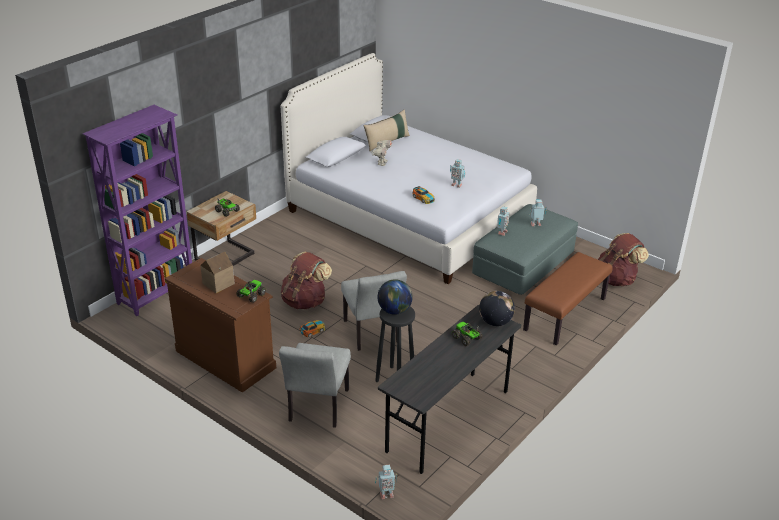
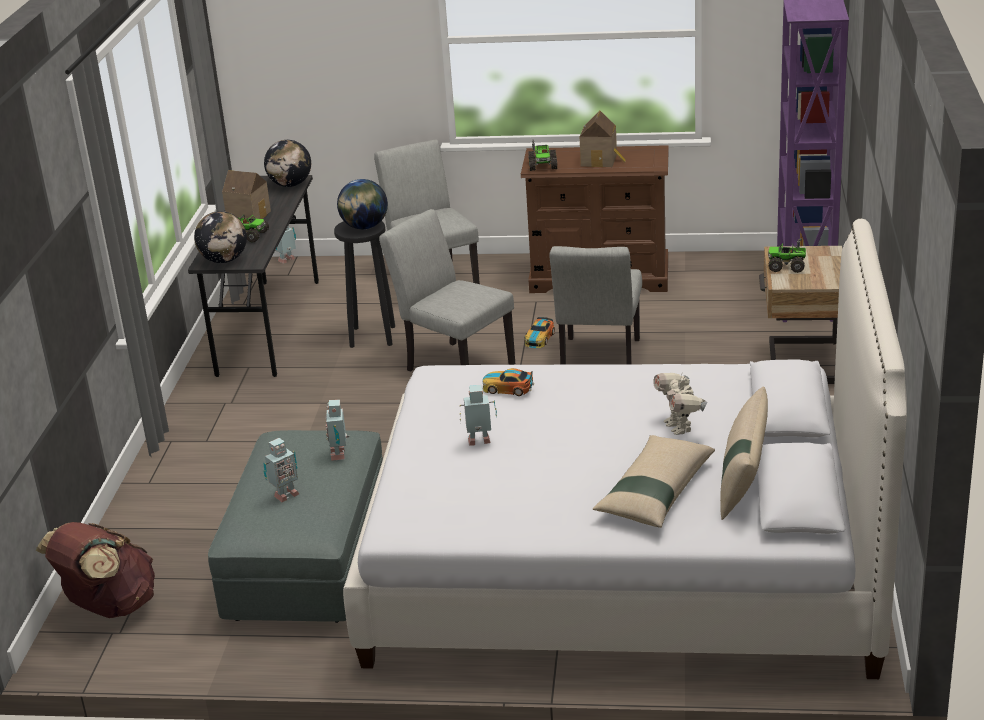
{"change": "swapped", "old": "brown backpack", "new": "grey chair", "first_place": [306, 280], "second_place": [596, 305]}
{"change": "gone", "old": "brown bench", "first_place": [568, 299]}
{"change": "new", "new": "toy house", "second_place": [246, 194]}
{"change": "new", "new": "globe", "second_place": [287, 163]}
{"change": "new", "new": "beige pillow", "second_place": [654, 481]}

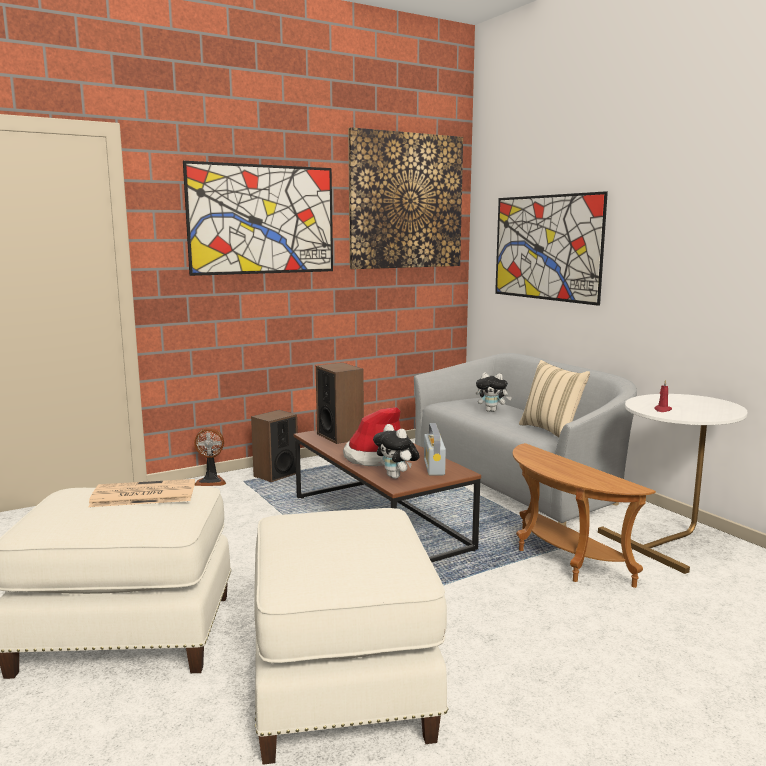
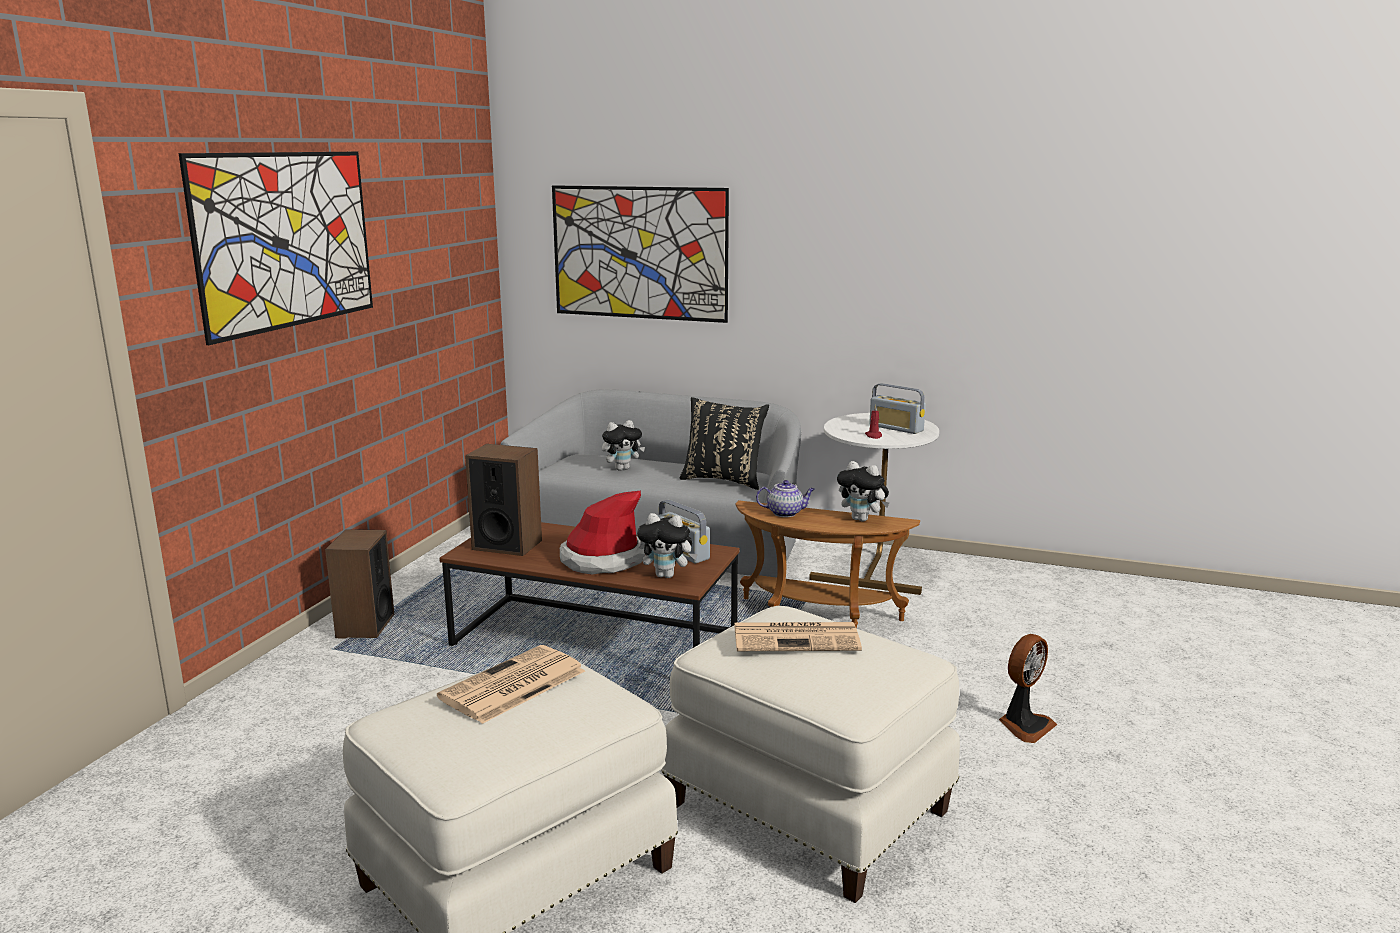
{"change": "shifted", "old": "fan", "first_place": [210, 457], "second_place": [1028, 688]}
{"change": "gone", "old": "picture", "first_place": [405, 198]}
{"change": "repainted", "old": "beige pillow", "new": "black pillow", "first_place": [554, 398], "second_place": [724, 443]}
{"change": "new", "new": "newspaper", "second_place": [798, 636]}
{"change": "new", "new": "teapot", "second_place": [785, 498]}
{"change": "new", "new": "plush toy", "second_place": [863, 491]}
{"change": "new", "new": "radio", "second_place": [897, 408]}

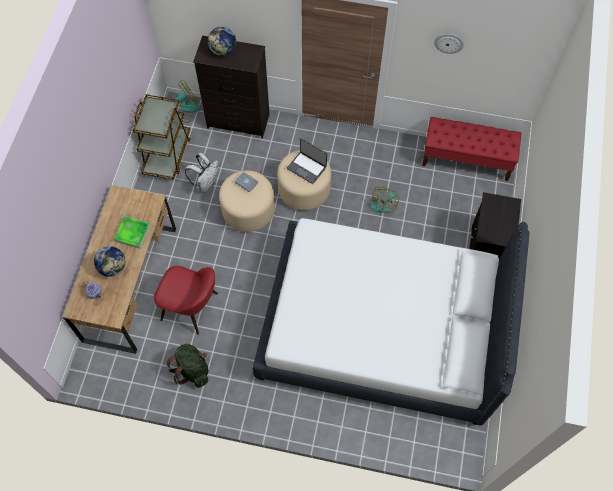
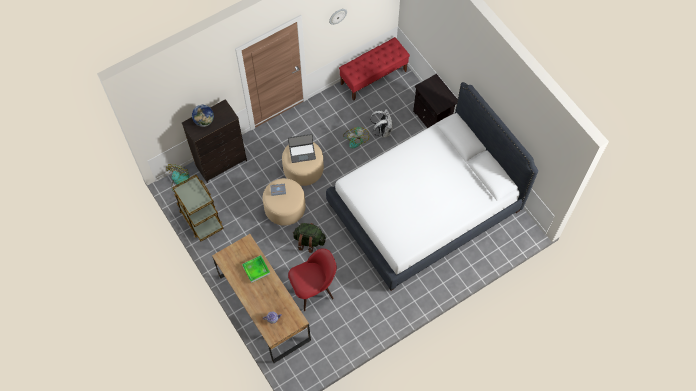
{"change": "gone", "old": "globe", "first_place": [109, 261]}
{"change": "shifted", "old": "green backpack", "first_place": [187, 366], "second_place": [309, 238]}
{"change": "shifted", "old": "white backpack", "first_place": [201, 173], "second_place": [381, 123]}

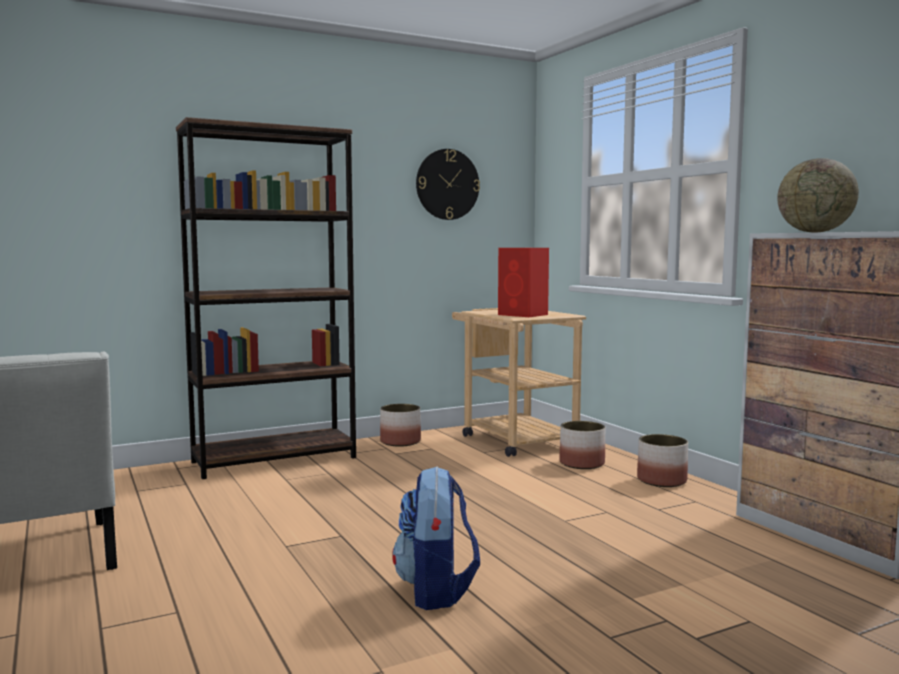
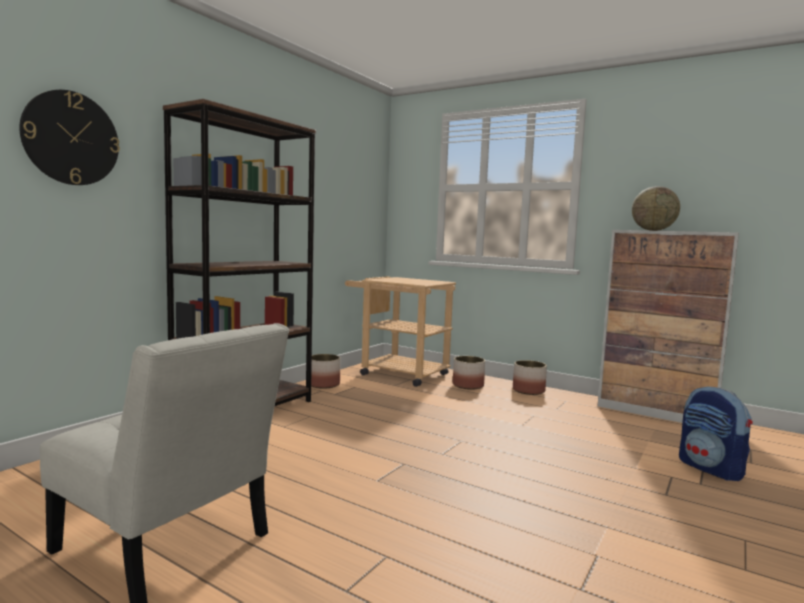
{"change": "shifted", "old": "backpack", "first_place": [436, 538], "second_place": [716, 433]}
{"change": "shifted", "old": "wall clock", "first_place": [448, 184], "second_place": [69, 137]}
{"change": "gone", "old": "red speaker", "first_place": [523, 282]}

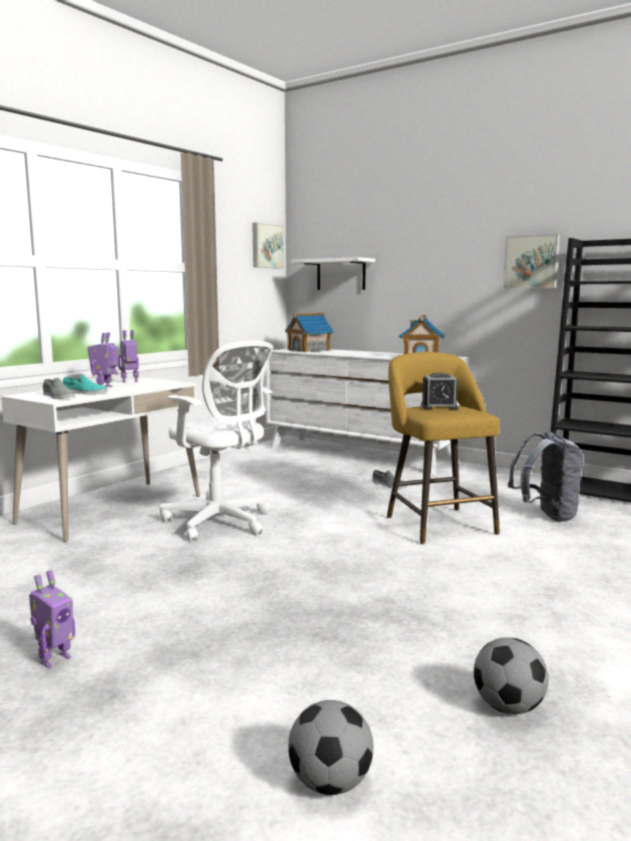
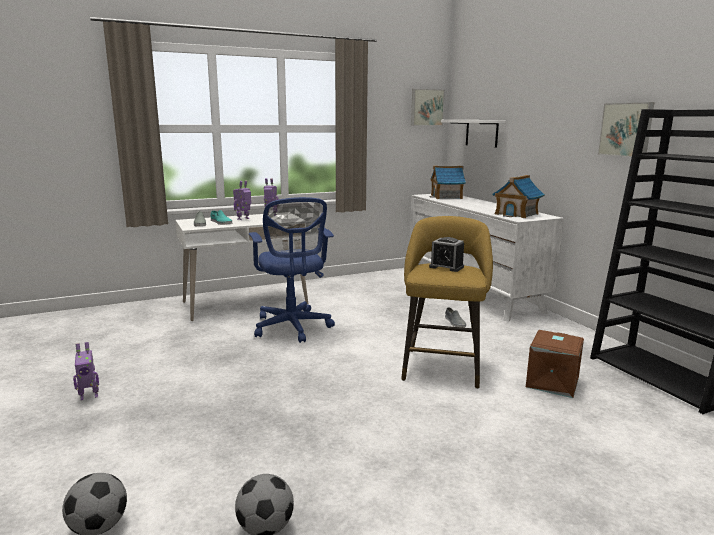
{"change": "repainted", "old": "white office chair", "new": "blue office chair", "first_place": [216, 441], "second_place": [292, 270]}
{"change": "swapped", "old": "grey backpack", "new": "brown storage box", "first_place": [546, 476], "second_place": [555, 364]}

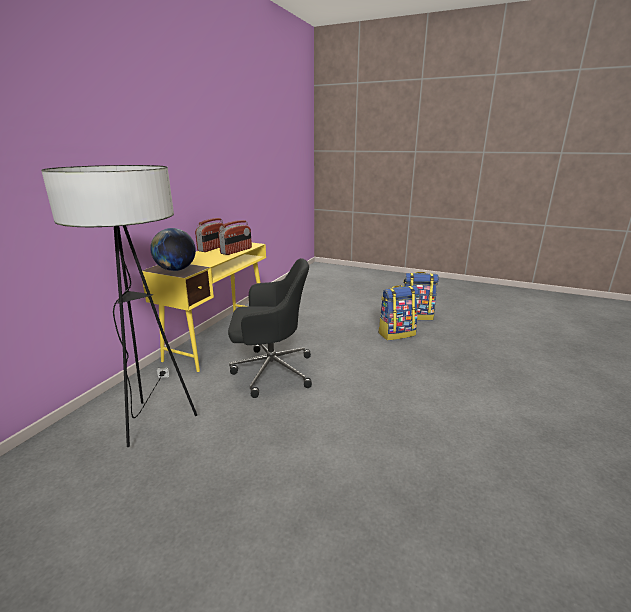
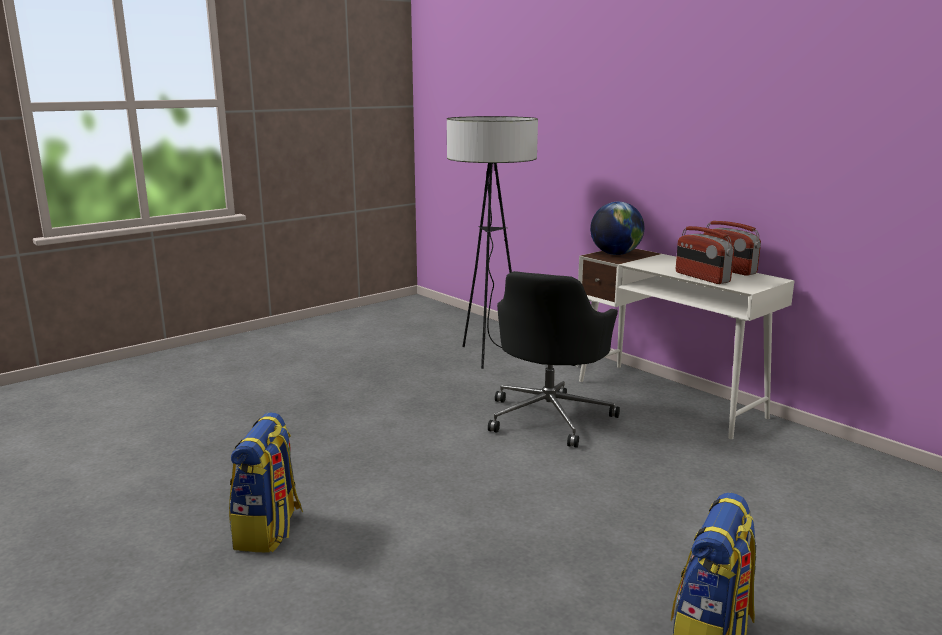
{"change": "repainted", "old": "yellow desk", "new": "white desk", "first_place": [204, 307], "second_place": [686, 343]}
{"change": "shifted", "old": "backpack", "first_place": [398, 312], "second_place": [266, 482]}

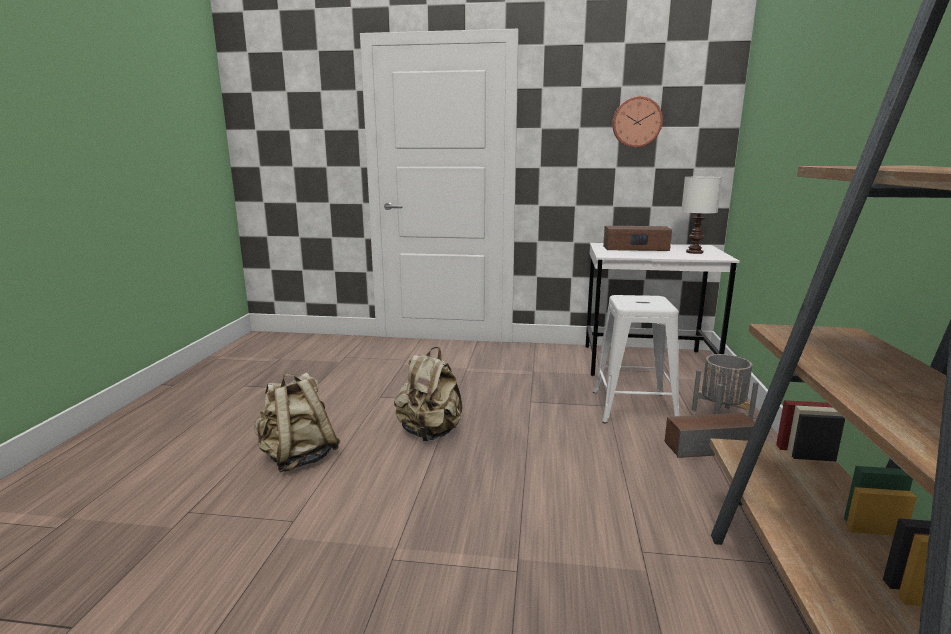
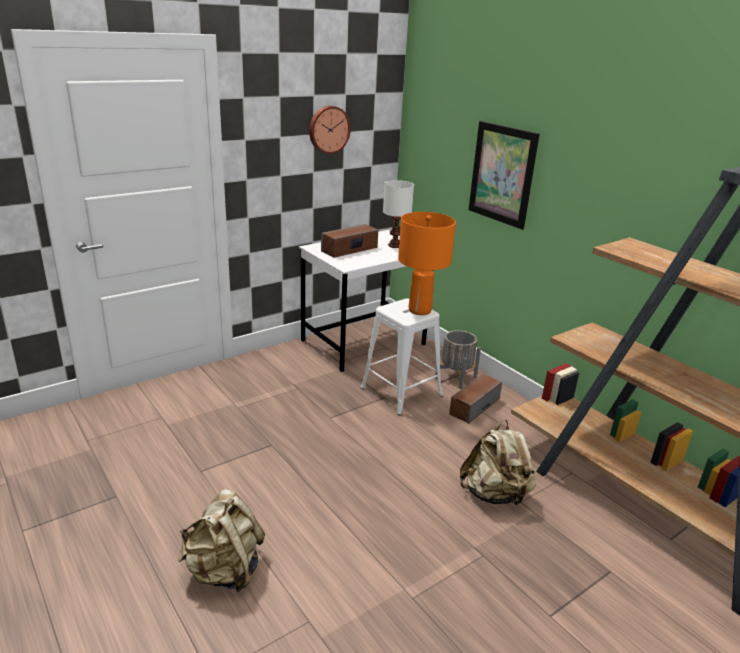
{"change": "shifted", "old": "beige backpack", "first_place": [428, 394], "second_place": [498, 462]}
{"change": "new", "new": "orange table lamp", "second_place": [427, 263]}
{"change": "new", "new": "picture", "second_place": [504, 175]}

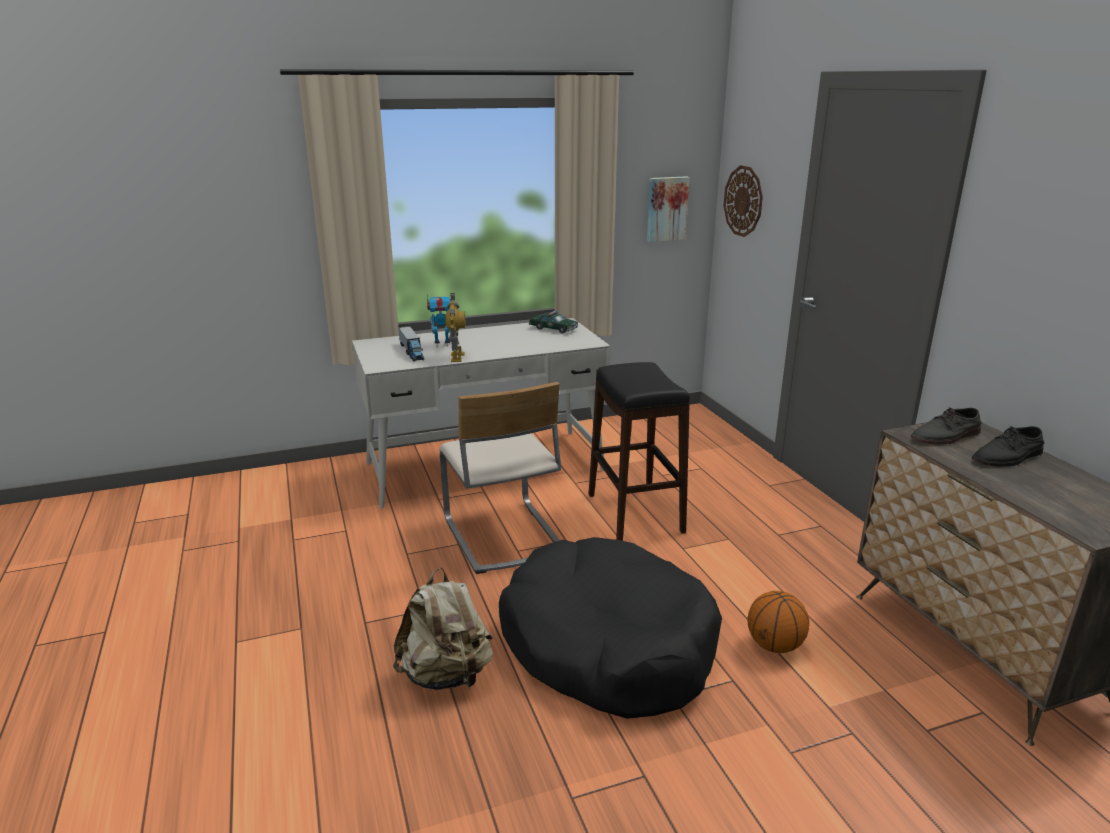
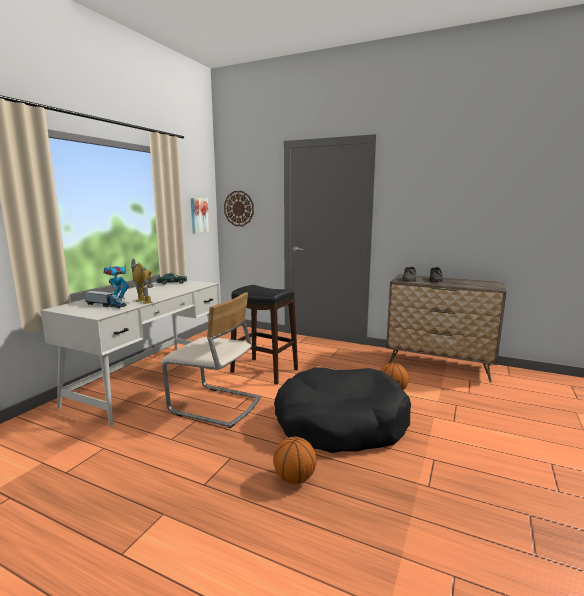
{"change": "swapped", "old": "beige backpack", "new": "basketball", "first_place": [443, 629], "second_place": [295, 460]}

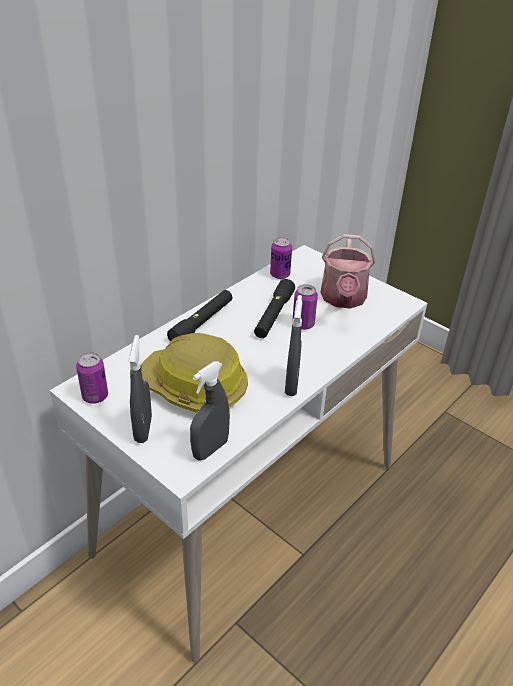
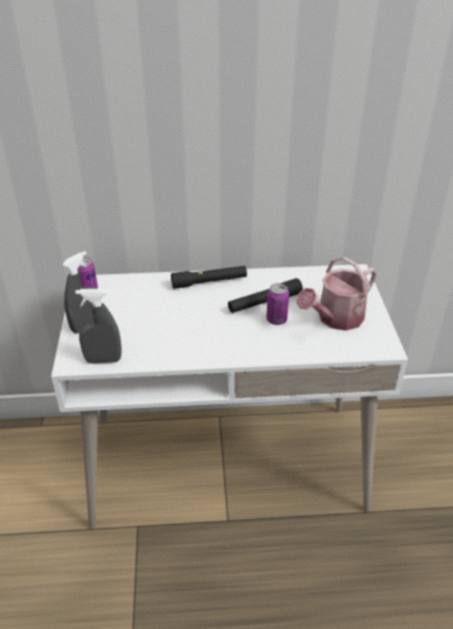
{"change": "gone", "old": "hard hat", "first_place": [194, 372]}
{"change": "gone", "old": "can", "first_place": [281, 258]}
{"change": "gone", "old": "grey spray bottle", "first_place": [293, 345]}

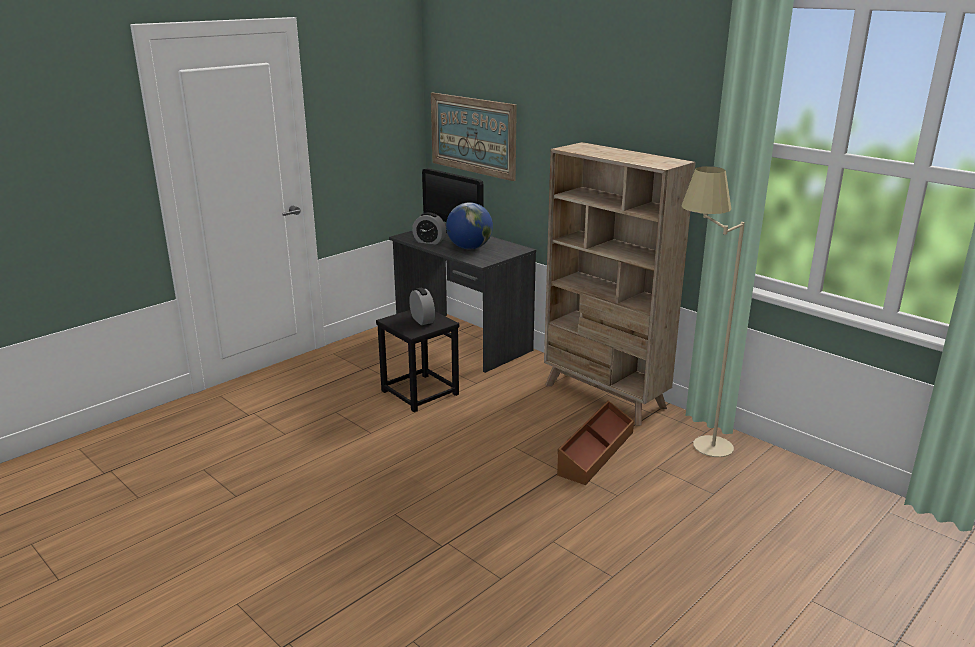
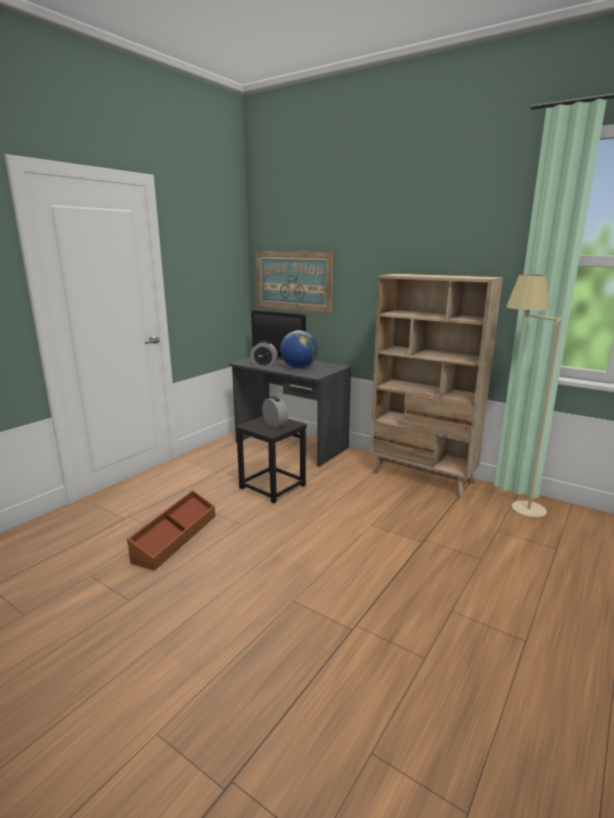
{"change": "shifted", "old": "brown storage box", "first_place": [595, 443], "second_place": [171, 530]}

